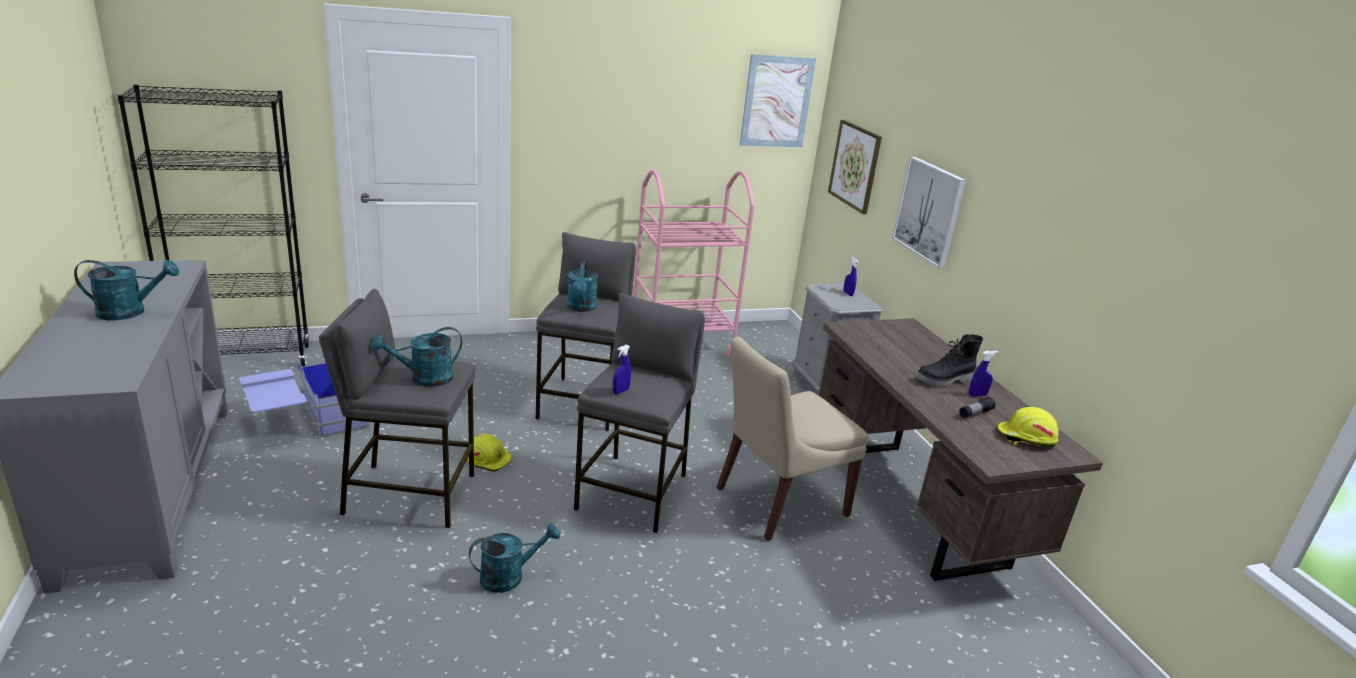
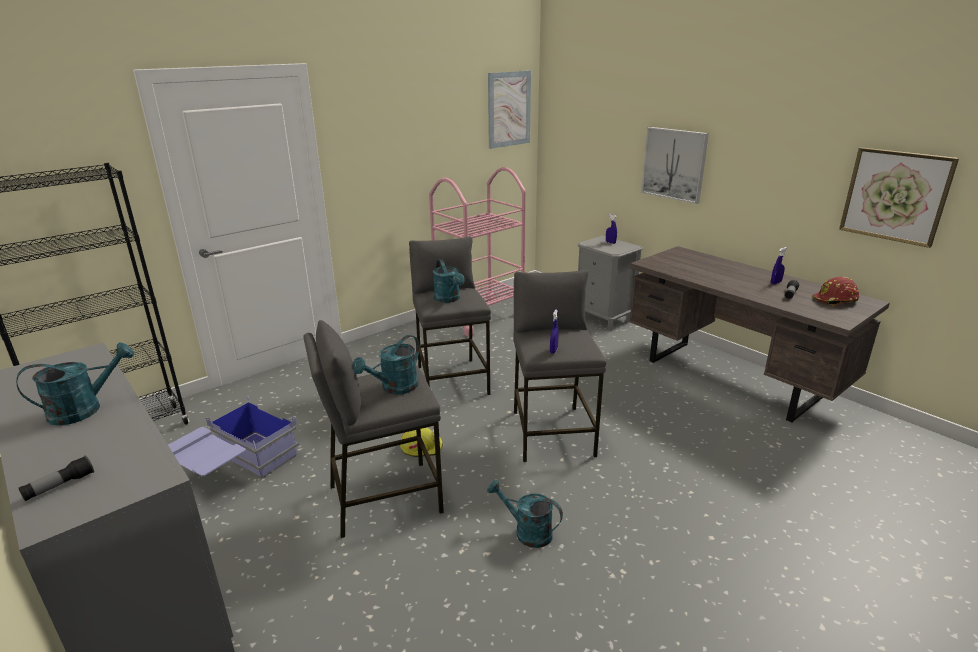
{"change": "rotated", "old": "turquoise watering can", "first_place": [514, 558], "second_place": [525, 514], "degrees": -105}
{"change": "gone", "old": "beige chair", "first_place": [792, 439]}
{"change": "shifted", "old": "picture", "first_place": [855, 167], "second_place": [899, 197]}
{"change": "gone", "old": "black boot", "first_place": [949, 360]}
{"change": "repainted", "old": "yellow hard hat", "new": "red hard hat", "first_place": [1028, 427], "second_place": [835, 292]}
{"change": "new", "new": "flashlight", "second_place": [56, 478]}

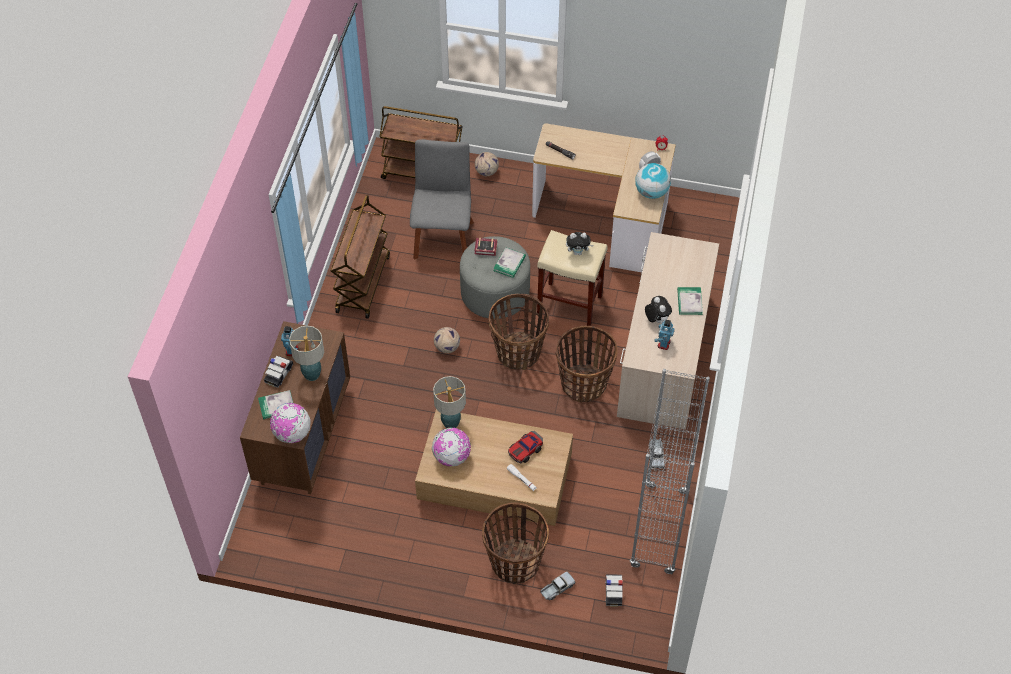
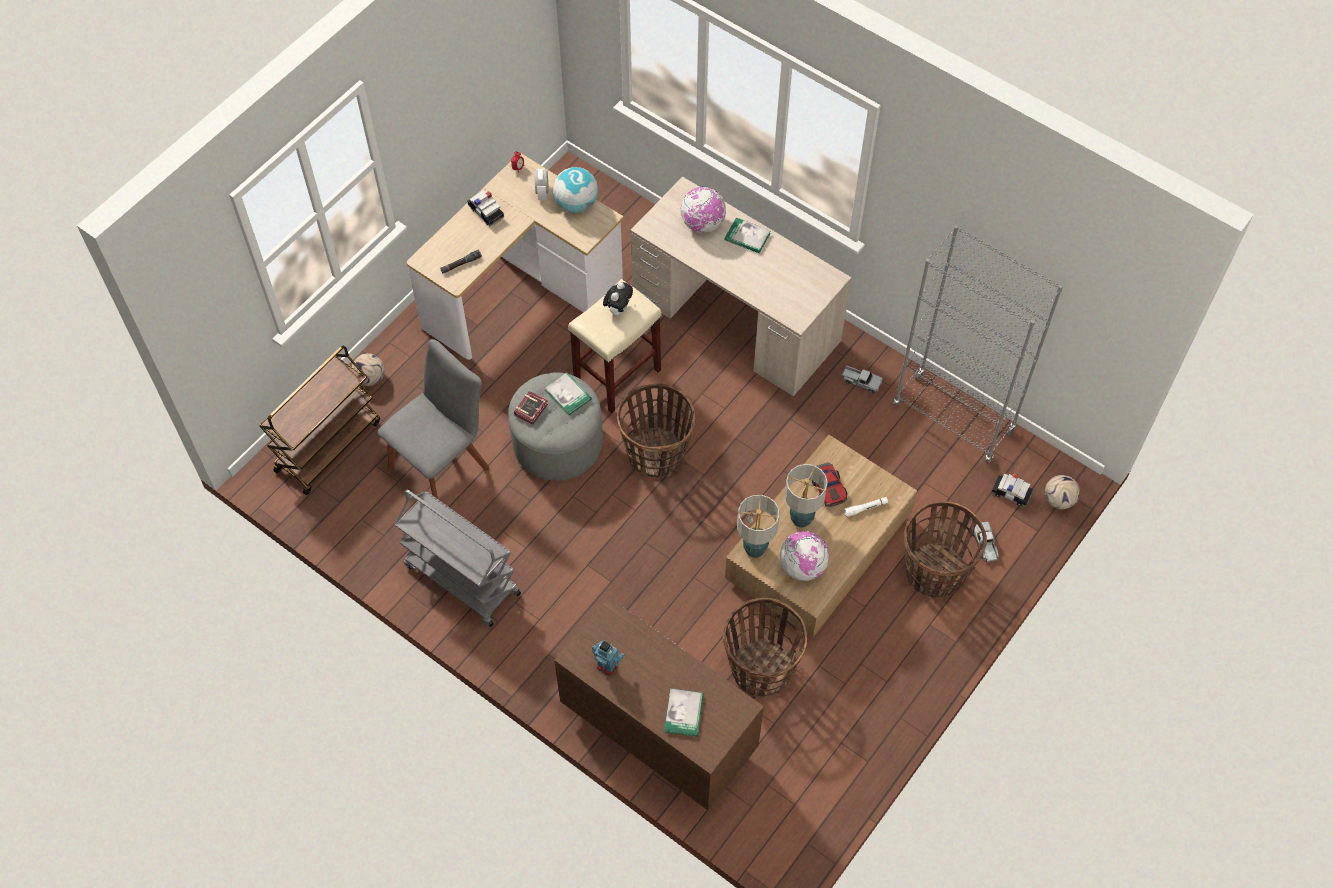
{"change": "shifted", "old": "toy car", "first_place": [278, 372], "second_place": [485, 208]}
{"change": "shifted", "old": "globe", "first_place": [290, 423], "second_place": [703, 210]}
{"change": "shifted", "old": "table lamp", "first_place": [306, 353], "second_place": [806, 496]}
{"change": "repainted", "old": "brown cart", "new": "grey cart", "first_place": [360, 257], "second_place": [457, 558]}
{"change": "rotated", "old": "grey chair", "first_place": [442, 199], "second_place": [433, 419], "degrees": 105}
{"change": "shifted", "old": "football", "first_place": [447, 340], "second_place": [1062, 492]}
{"change": "shifted", "old": "basket", "first_place": [587, 364], "second_place": [765, 647]}
{"change": "gone", "old": "plush toy", "first_place": [658, 310]}
{"change": "gone", "old": "toy robot", "first_place": [664, 335]}

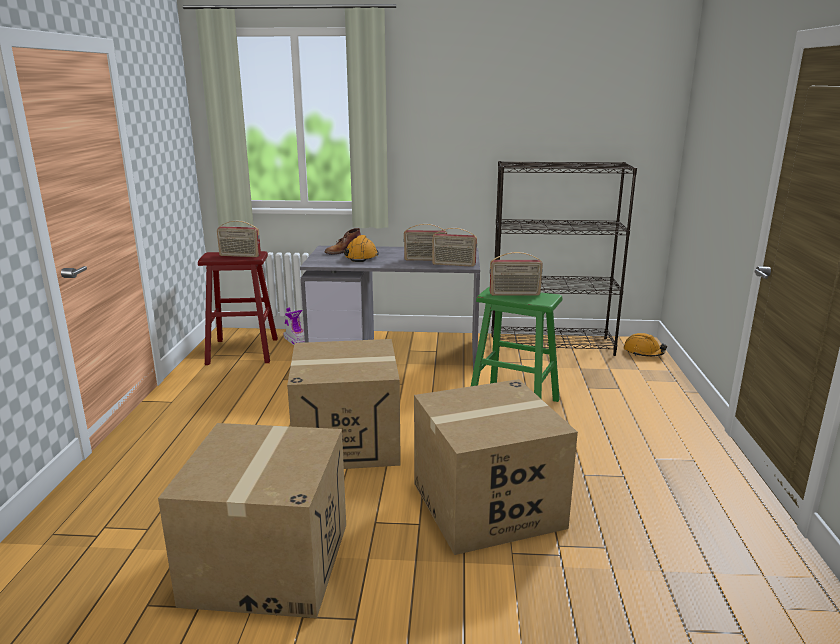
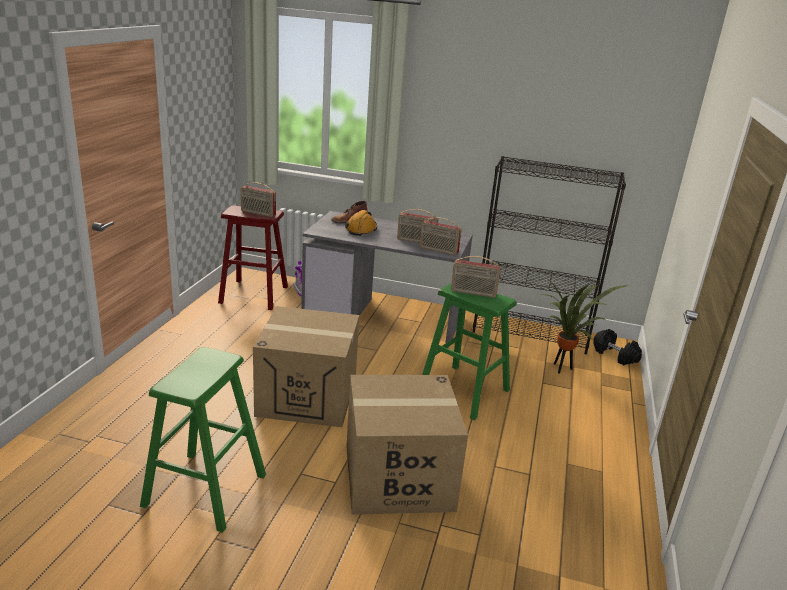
{"change": "swapped", "old": "cardboard box", "new": "green stool", "first_place": [252, 520], "second_place": [203, 440]}
{"change": "swapped", "old": "orange hard hat", "new": "black dumbbell", "first_place": [645, 345], "second_place": [617, 347]}
{"change": "new", "new": "potted plant", "second_place": [584, 328]}

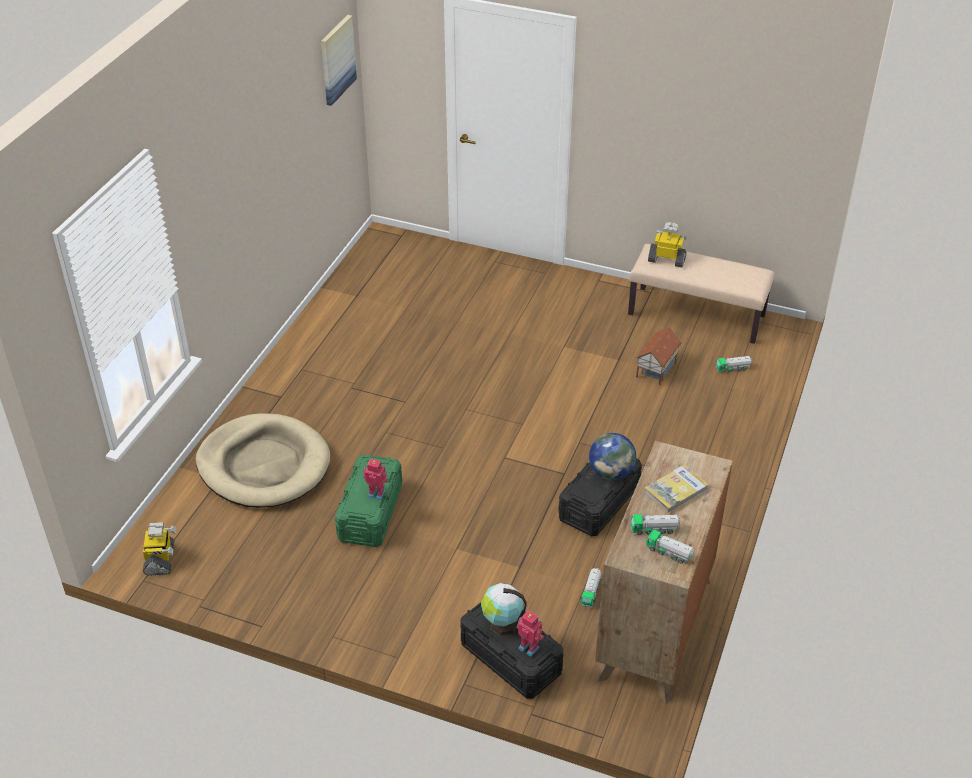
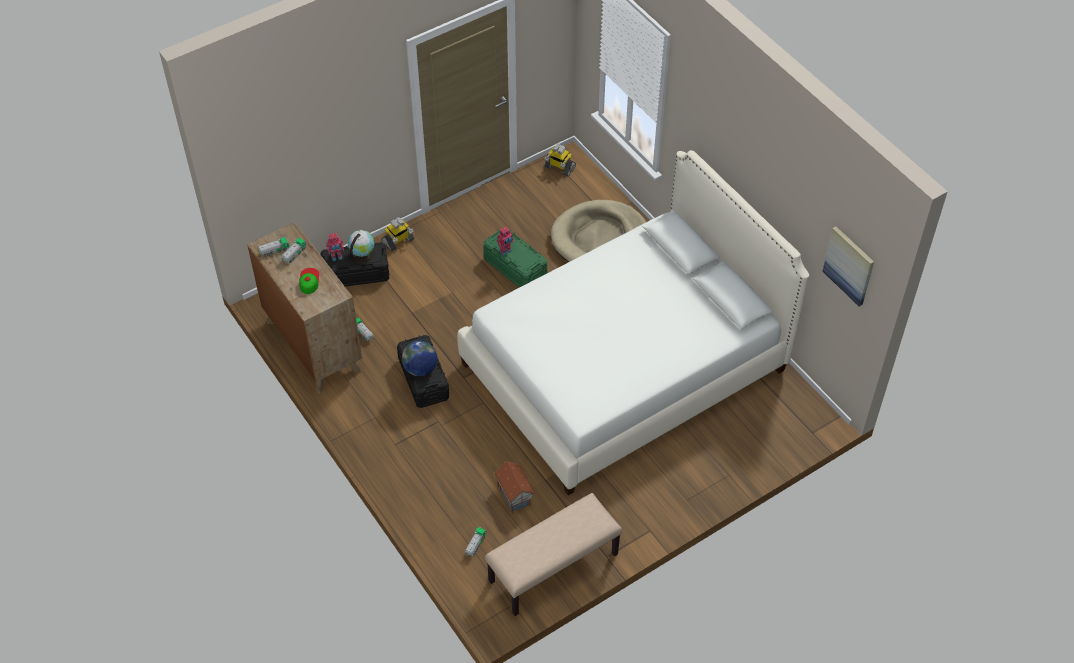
{"change": "swapped", "old": "book", "new": "cap", "first_place": [676, 488], "second_place": [309, 281]}
{"change": "shifted", "old": "toy robot", "first_place": [667, 244], "second_place": [397, 234]}
{"change": "new", "new": "white bed", "second_place": [633, 322]}

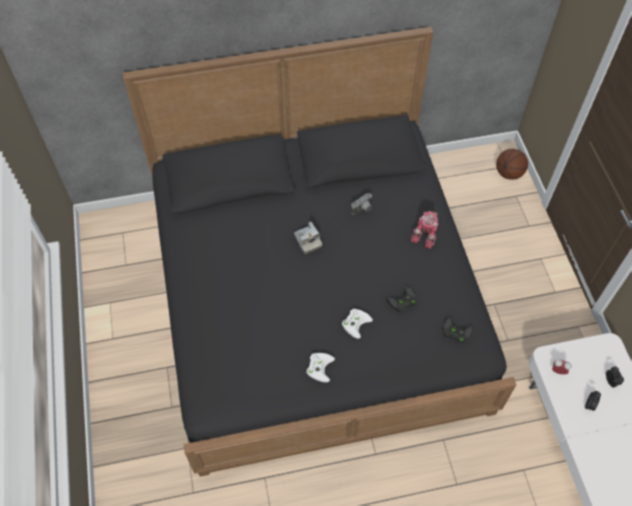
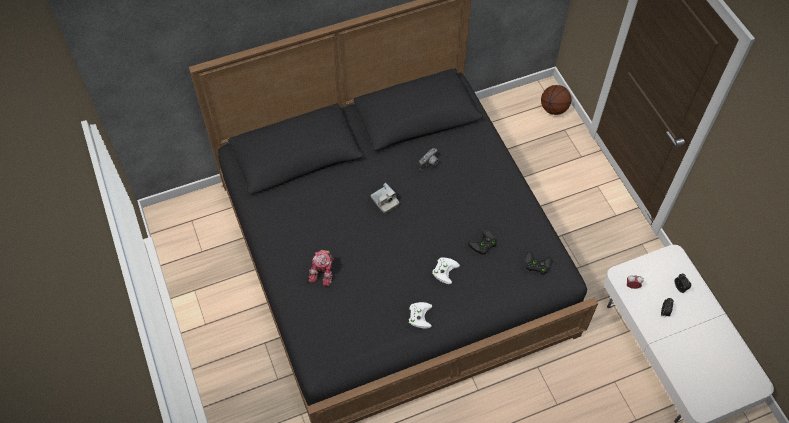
{"change": "shifted", "old": "toy robot", "first_place": [425, 230], "second_place": [322, 268]}

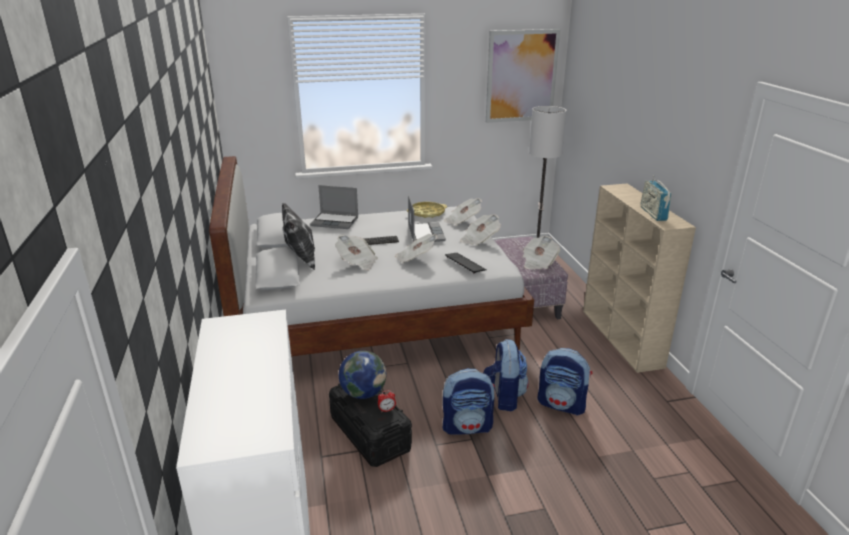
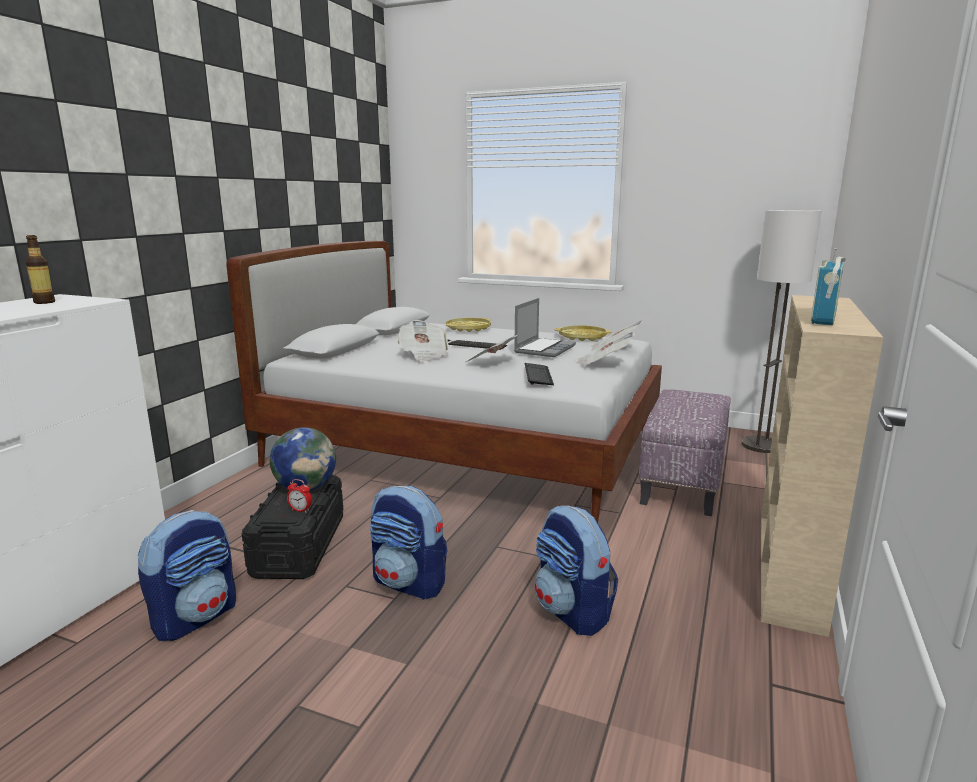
{"change": "gone", "old": "pillow", "first_place": [298, 236]}
{"change": "swapped", "old": "laptop", "new": "yellow tray", "first_place": [334, 207], "second_place": [468, 325]}
{"change": "shifted", "old": "backpack", "first_place": [506, 375], "second_place": [187, 575]}
{"change": "gone", "old": "picture", "first_place": [523, 76]}
{"change": "gone", "old": "newspaper", "first_place": [541, 252]}
{"change": "new", "new": "bottle", "second_place": [40, 269]}

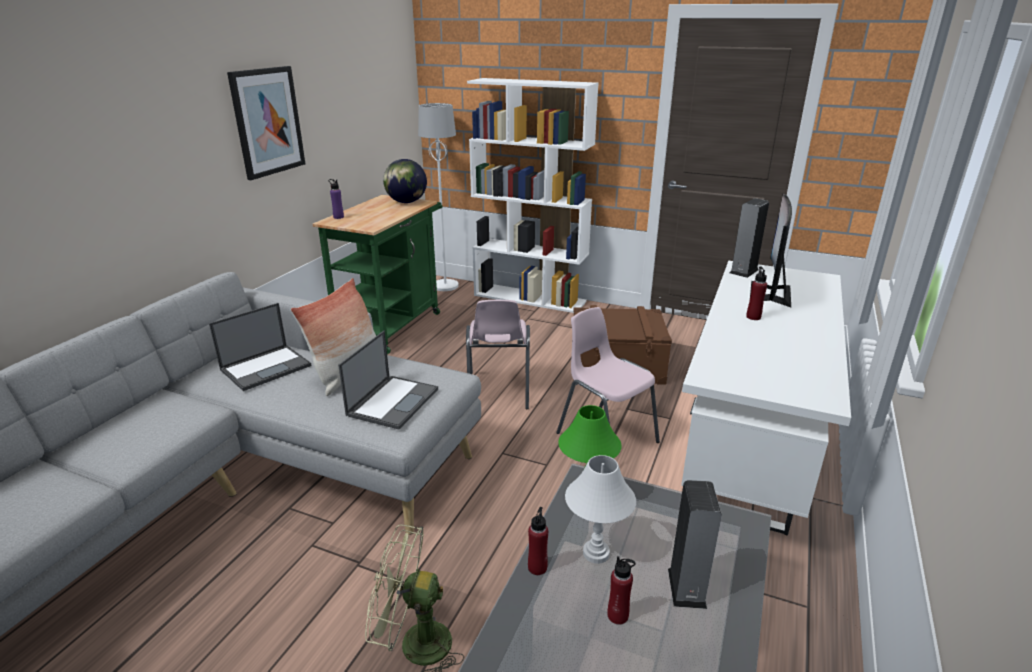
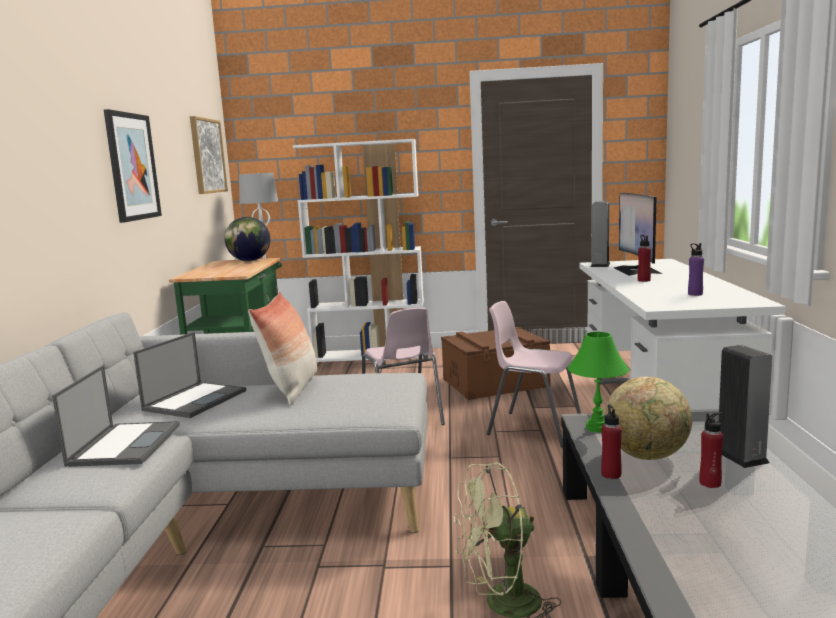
{"change": "shifted", "old": "purple bottle", "first_place": [336, 199], "second_place": [696, 269]}
{"change": "shifted", "old": "laptop", "first_place": [388, 380], "second_place": [116, 416]}
{"change": "swapped", "old": "white table lamp", "new": "globe", "first_place": [600, 509], "second_place": [648, 418]}
{"change": "new", "new": "picture", "second_place": [209, 155]}

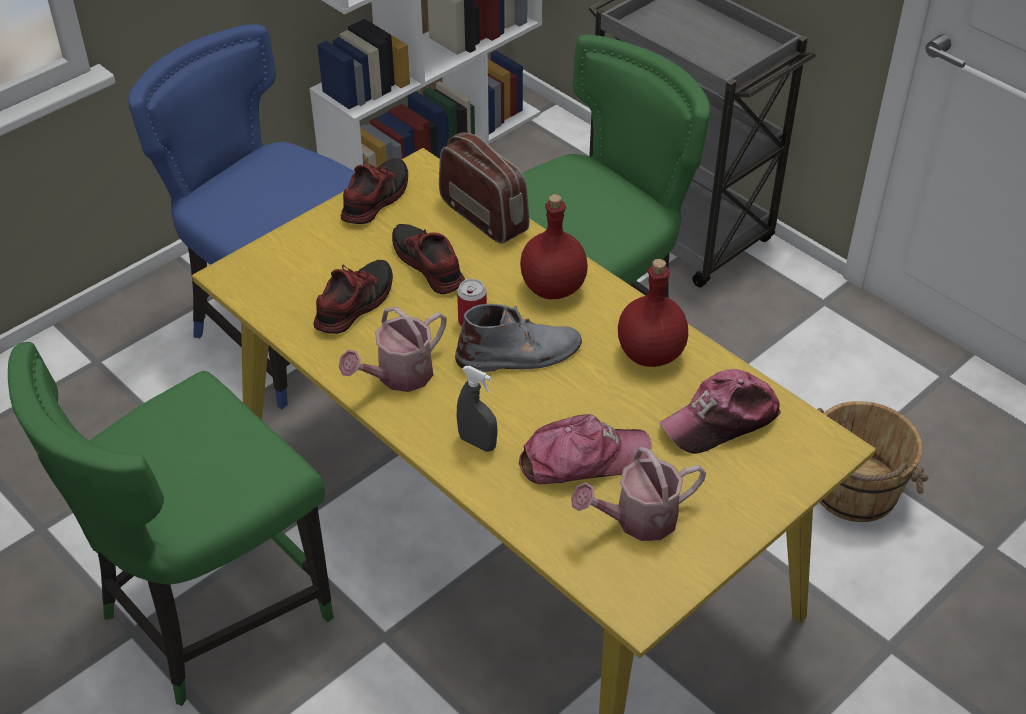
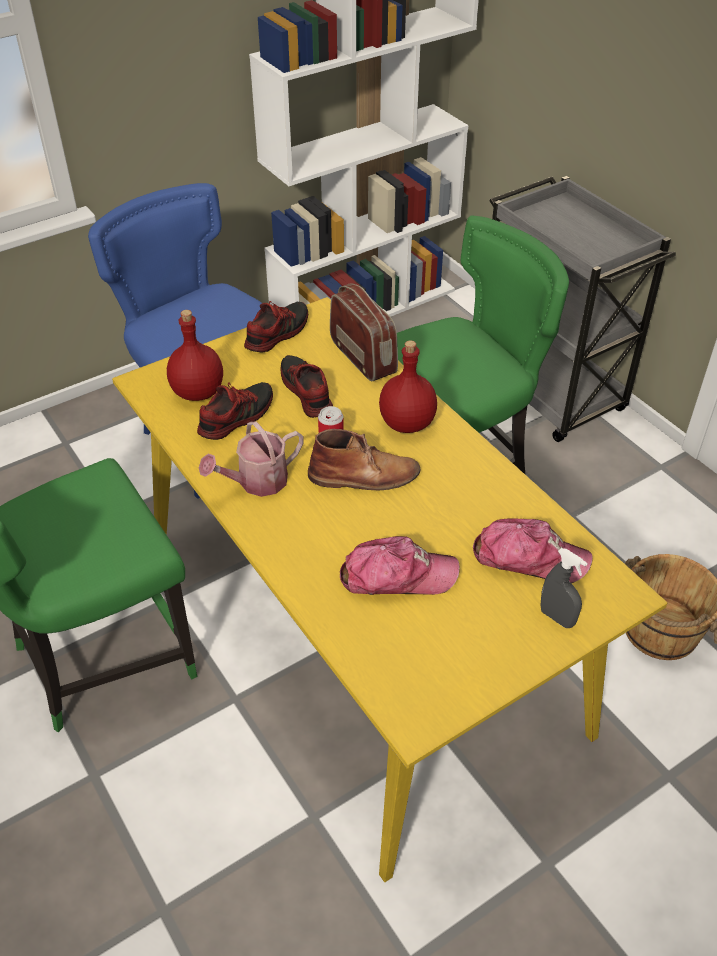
{"change": "repainted", "old": "grey boot", "new": "brown boot", "first_place": [518, 338], "second_place": [364, 459]}
{"change": "shifted", "old": "grey spray bottle", "first_place": [477, 409], "second_place": [564, 588]}
{"change": "gone", "old": "watering can", "first_place": [638, 494]}
{"change": "shifted", "old": "red bottle", "first_place": [653, 313], "second_place": [195, 355]}
{"change": "rotated", "old": "cap", "first_place": [720, 411], "second_place": [533, 550], "degrees": -150}

